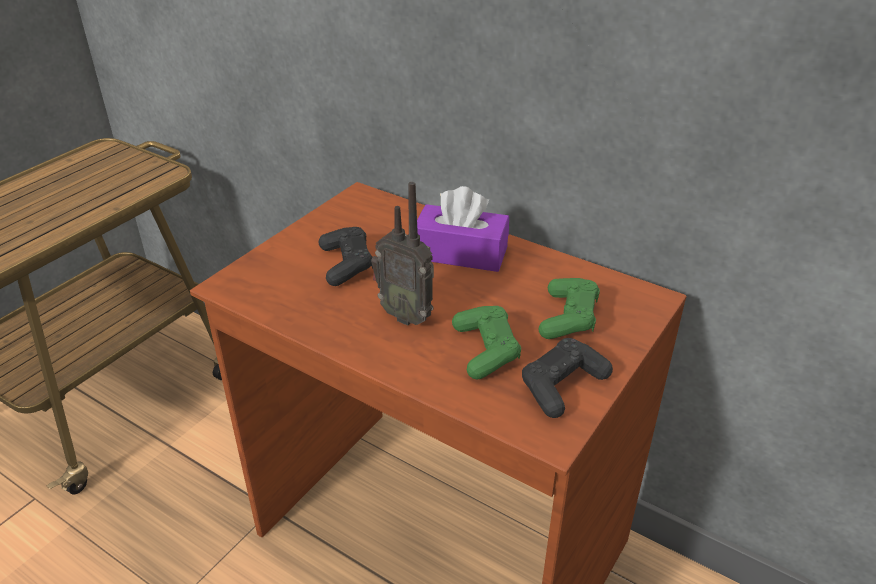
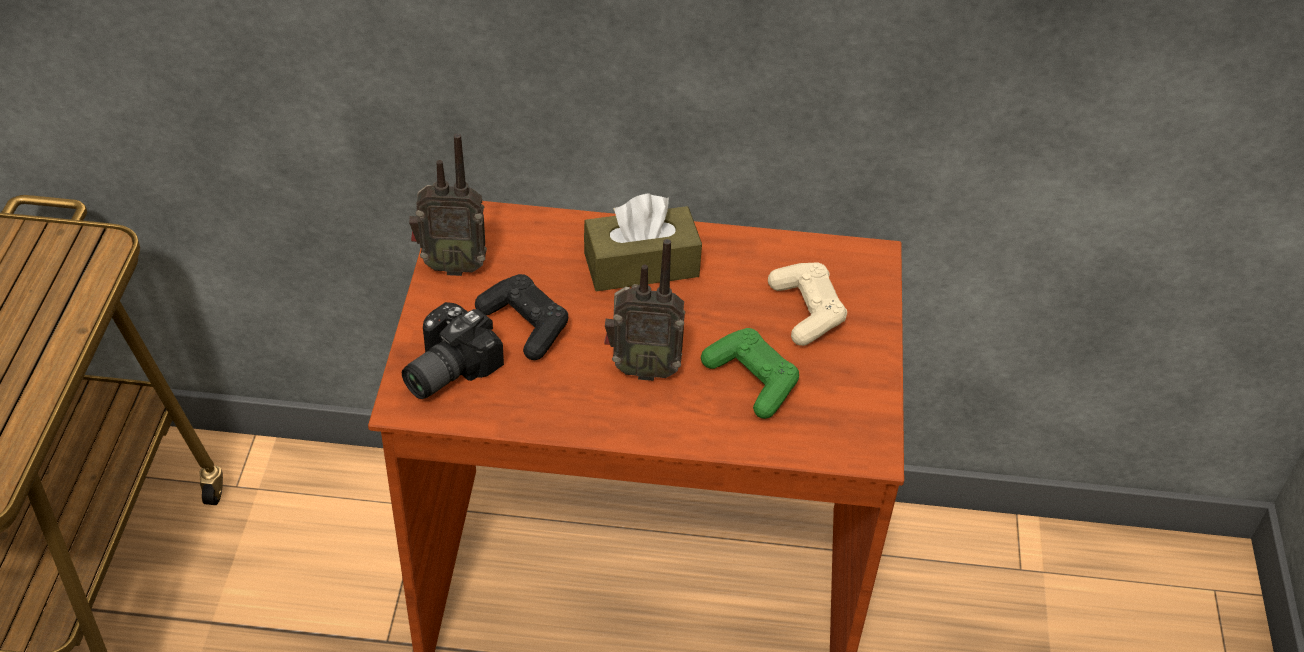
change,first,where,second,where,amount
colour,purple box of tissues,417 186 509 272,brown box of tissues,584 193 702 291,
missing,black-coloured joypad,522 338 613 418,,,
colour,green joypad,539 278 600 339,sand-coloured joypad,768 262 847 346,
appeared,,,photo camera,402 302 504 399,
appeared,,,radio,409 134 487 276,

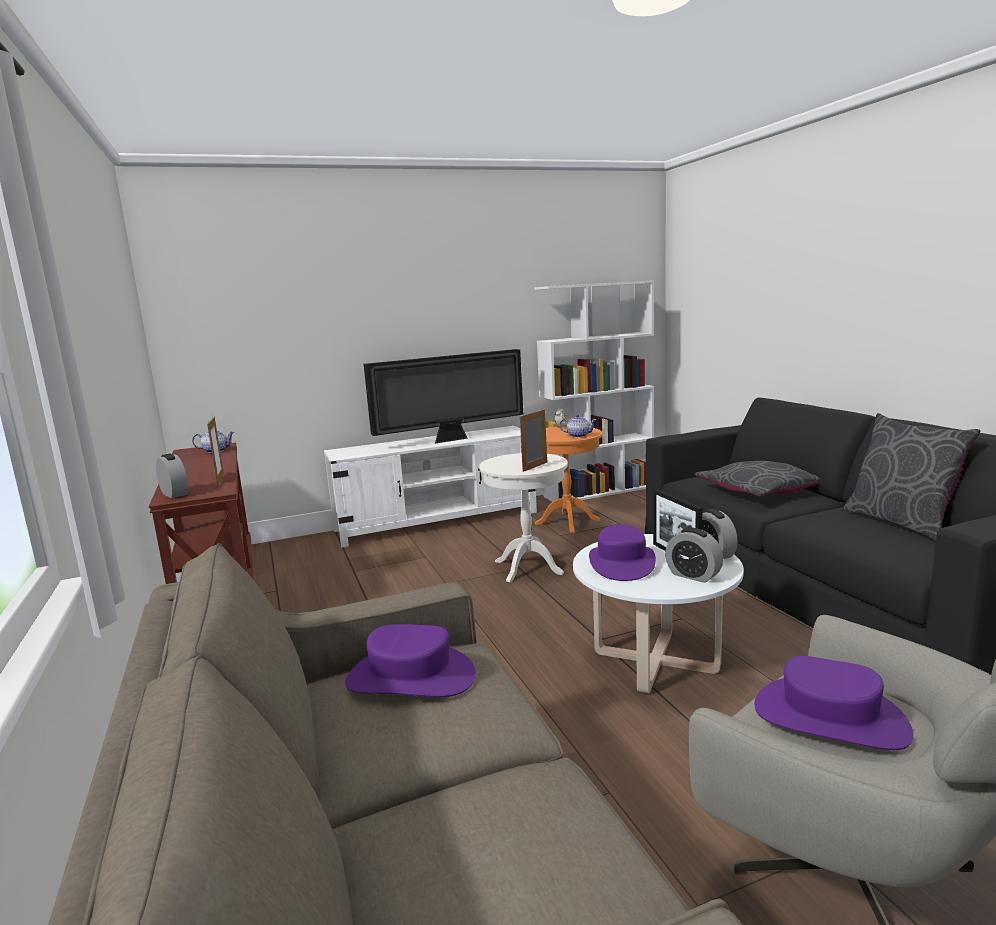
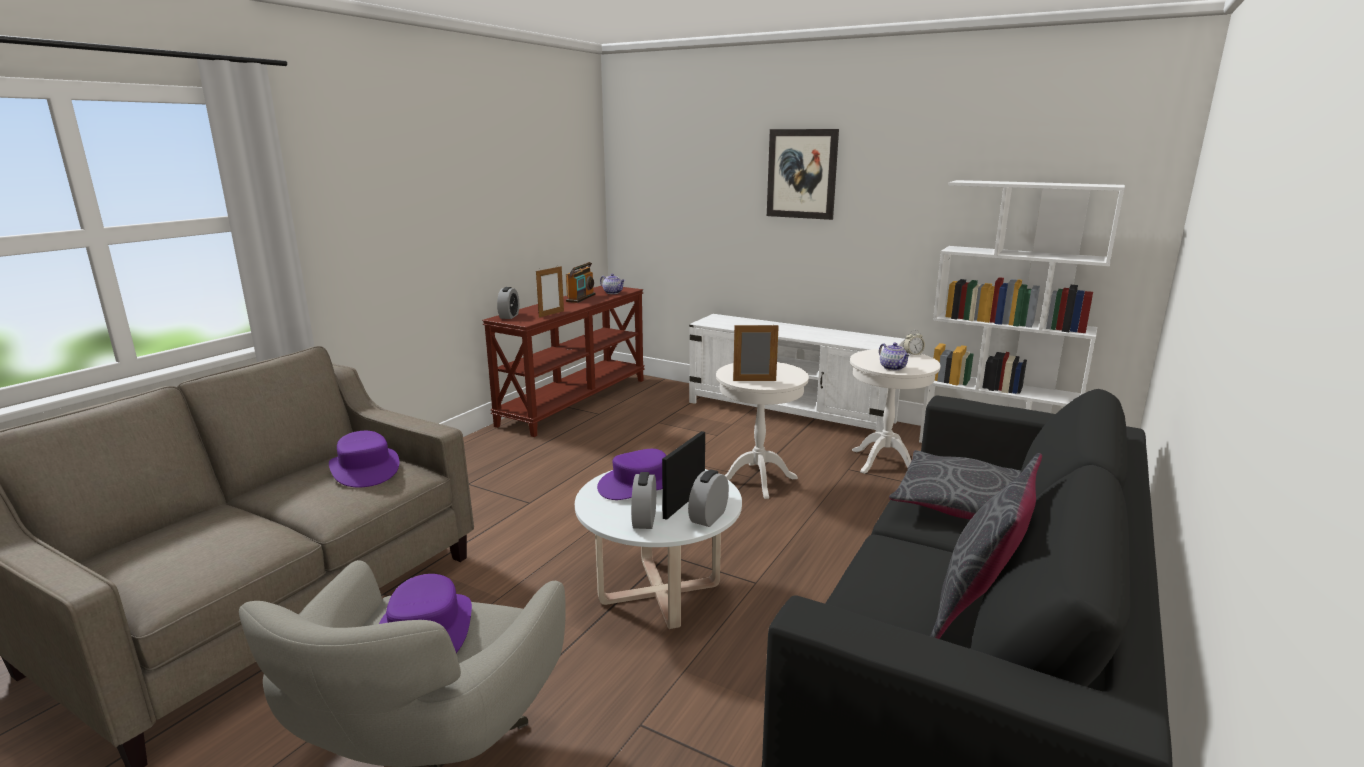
change,first,where,second,where,amount
missing,TV,364 349 523 444,,,
colour,orange-coloured end table,535 427 602 534,white-coloured end table,850 349 940 474,
appeared,,,radio,566 262 596 303,
appeared,,,picture,767 129 839 220,

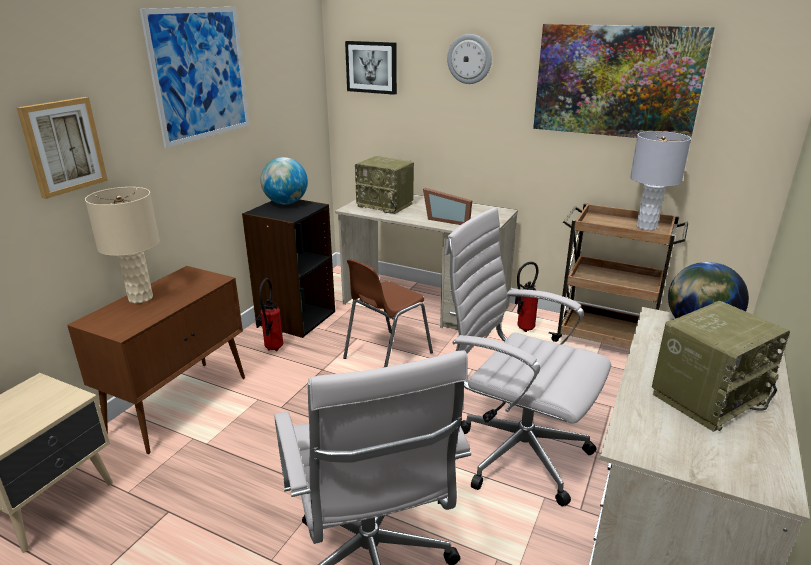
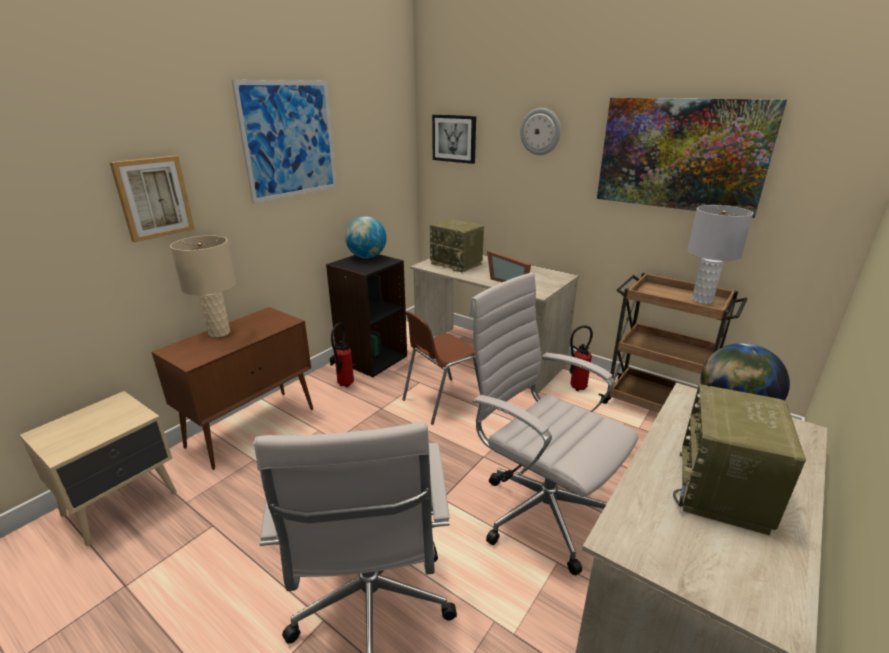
change,first,where,second,where,amount
spun,radio,652 301 790 432,,673 384 806 536,135 degrees clockwise

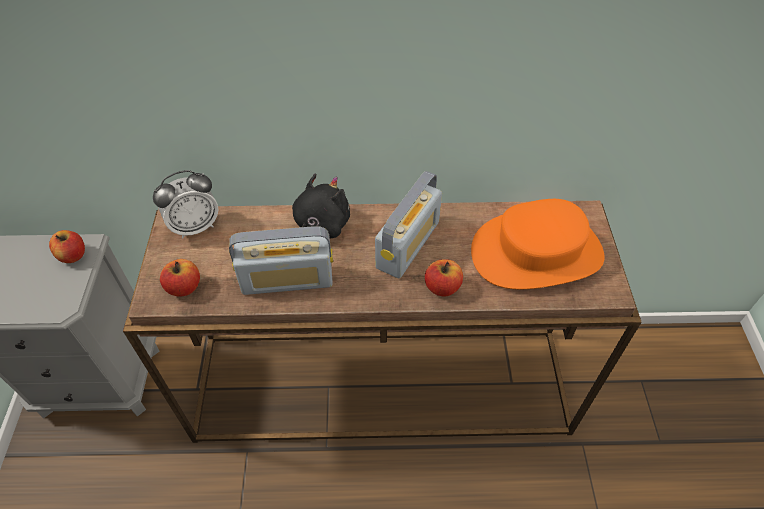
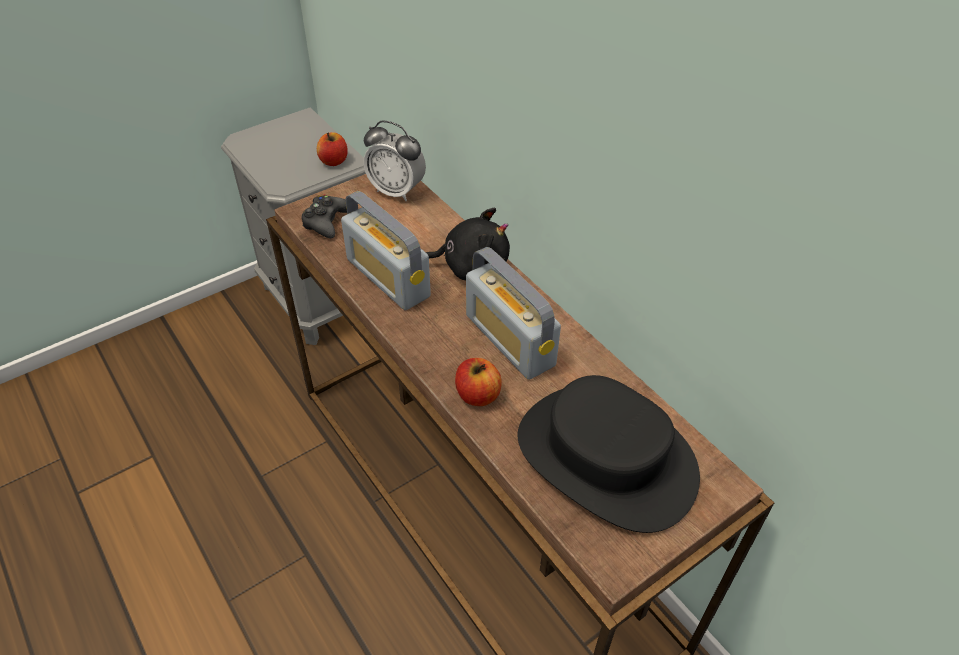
change,first,where,second,where,amount
exchanged,whole apple,160 259 200 297,black-coloured joypad,302 195 347 238,
spun,radio,375 171 442 278,,466 247 561 380,60 degrees clockwise
colour,orange-coloured hat,471 199 605 289,black-coloured hat,517 375 700 533,

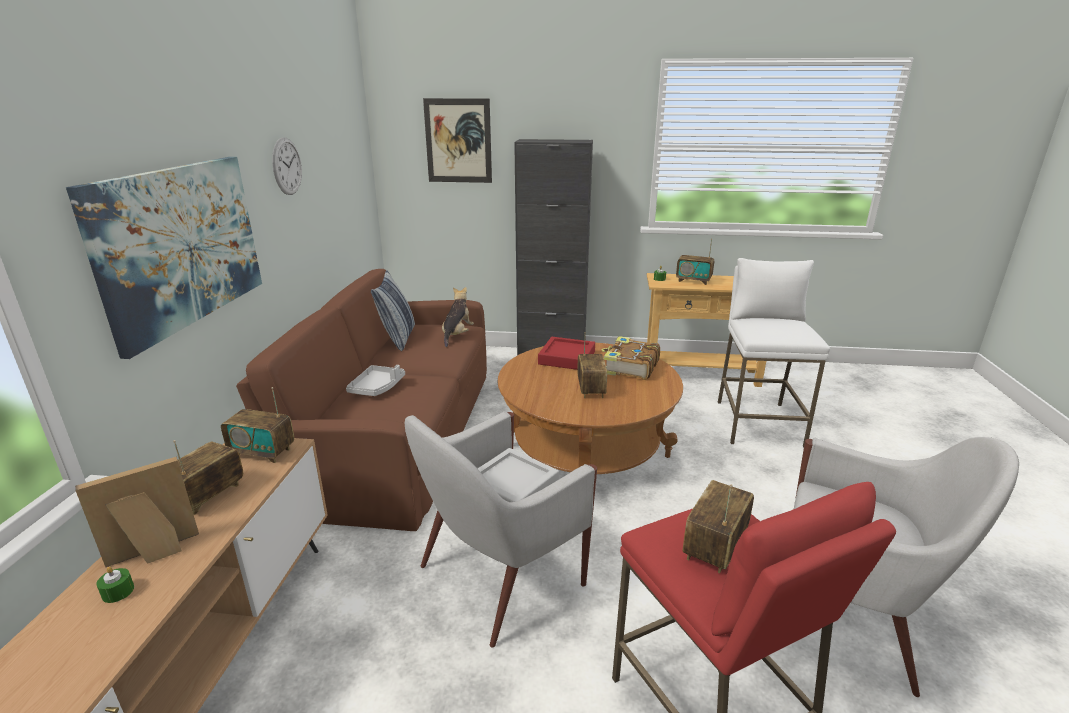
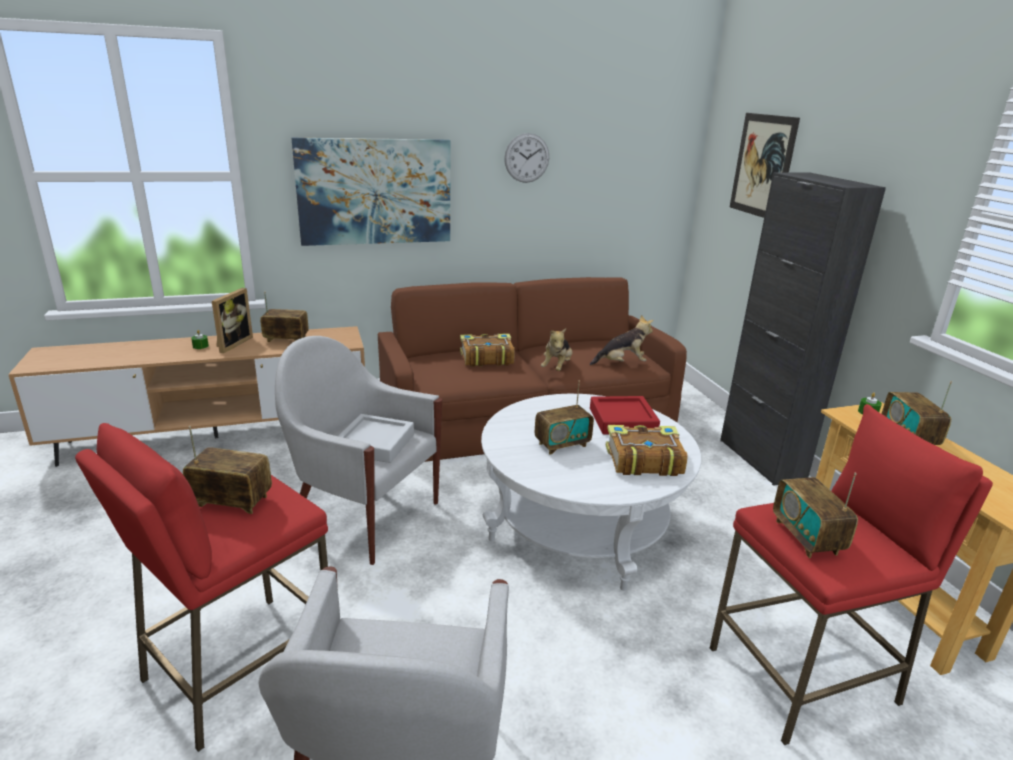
change,first,where,second,where,amount
spun,picture frame,75 457 199 567,,212 288 253 353,75 degrees clockwise
relocated,radio,221 387 294 463,,773 473 858 558,
exchanged,gray tray,346 365 405 396,book,460 333 515 367,
missing,cushion,371 270 415 351,,,
colour,brown low table,498 343 683 474,white-coloured low table,481 394 701 591,
colour,white-coloured stool,718 258 830 447,red-coloured stool,710 404 993 745,
appeared,,,cuddly toy,541 328 572 371,

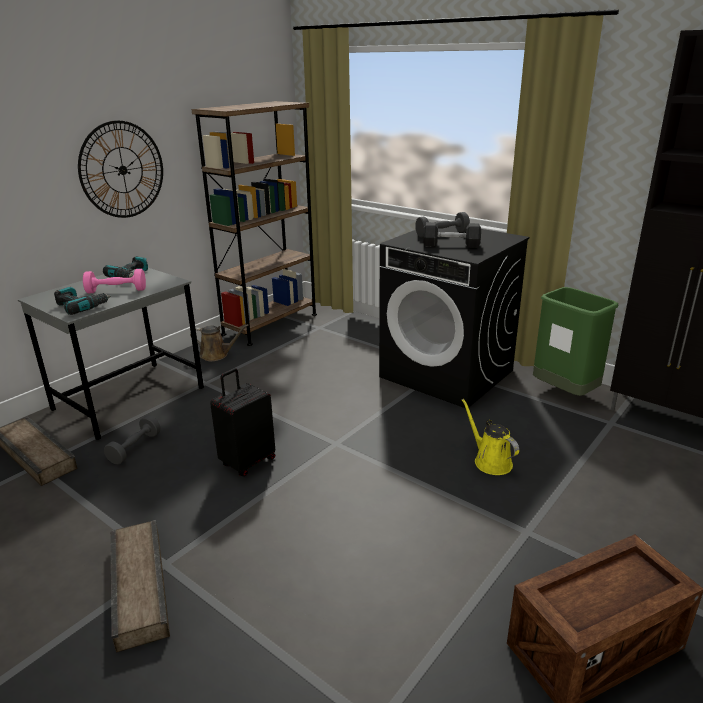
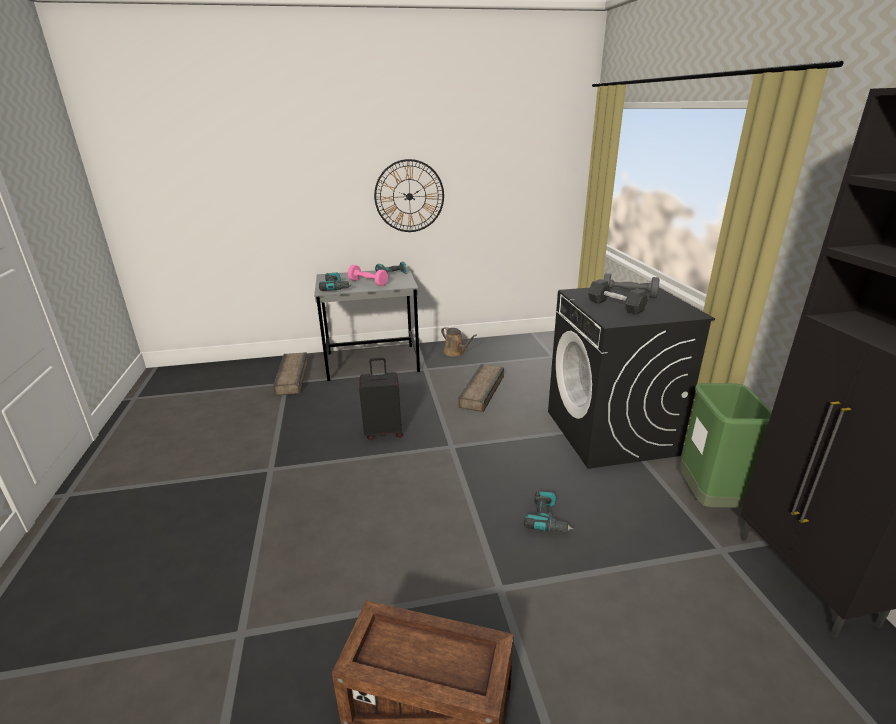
change,first,where,second,where,amount
missing,gray hand weight,104 415 160 464,,,
relocated,crate,110 520 170 653,,458 364 504 412,
missing,brown shelving unit,192 101 317 346,,,
exchanged,yellow sprinkling can,462 399 519 475,drill,524 491 573 533,

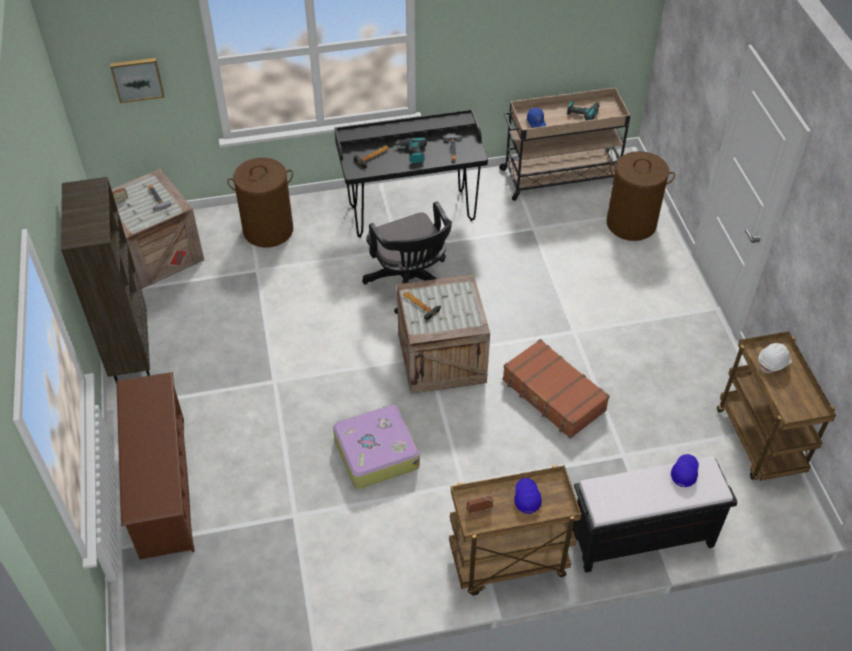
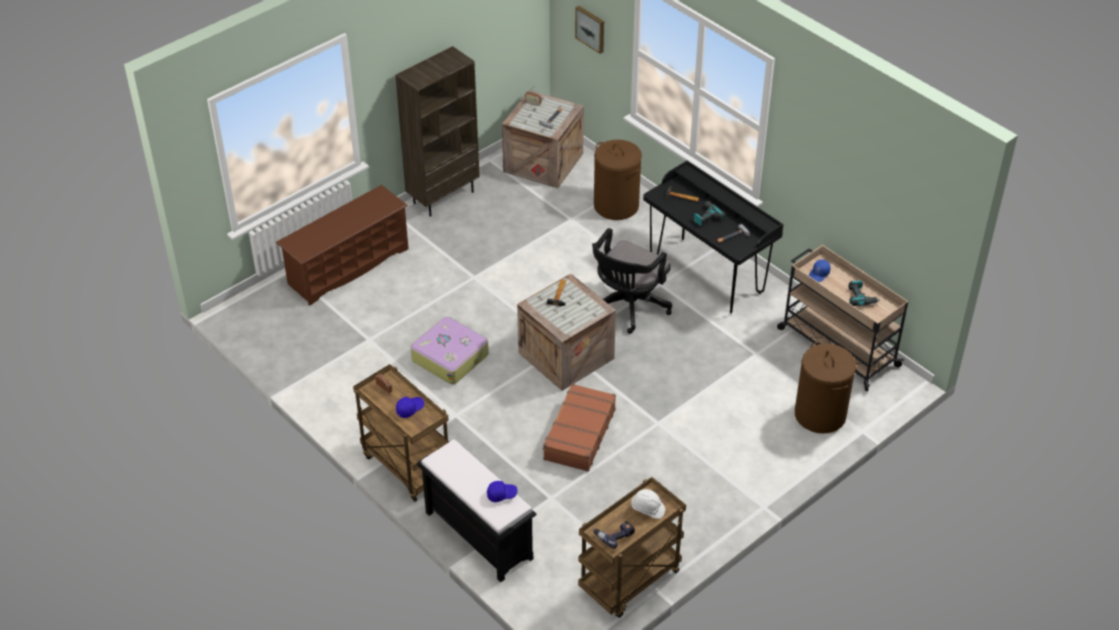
change,first,where,second,where,amount
appeared,,,drill,593 521 635 549,

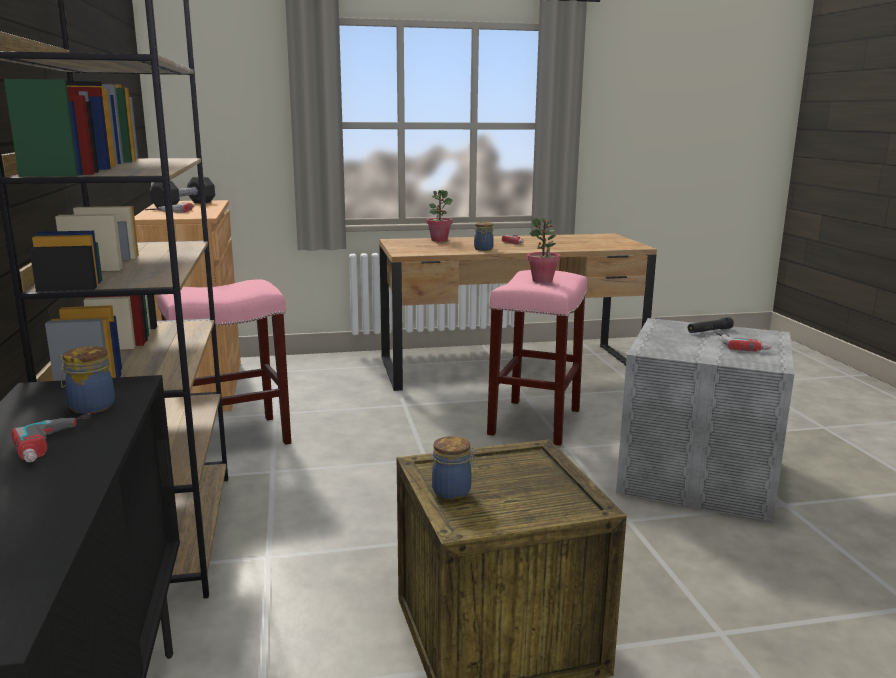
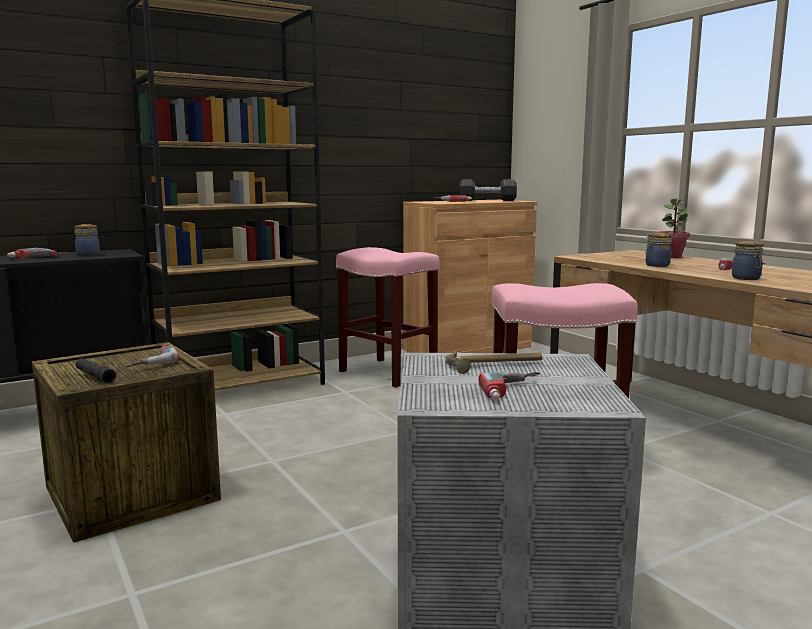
change,first,where,second,where,amount
relocated,storage jar,432 436 476 499,,732 241 763 280,
missing,houseplant,527 218 560 283,,,
relocated,black-coloured hand torch,688 317 734 333,,76 358 116 384,
appeared,,,drill,126 346 179 367,
appeared,,,tool hammer,446 351 542 374,

